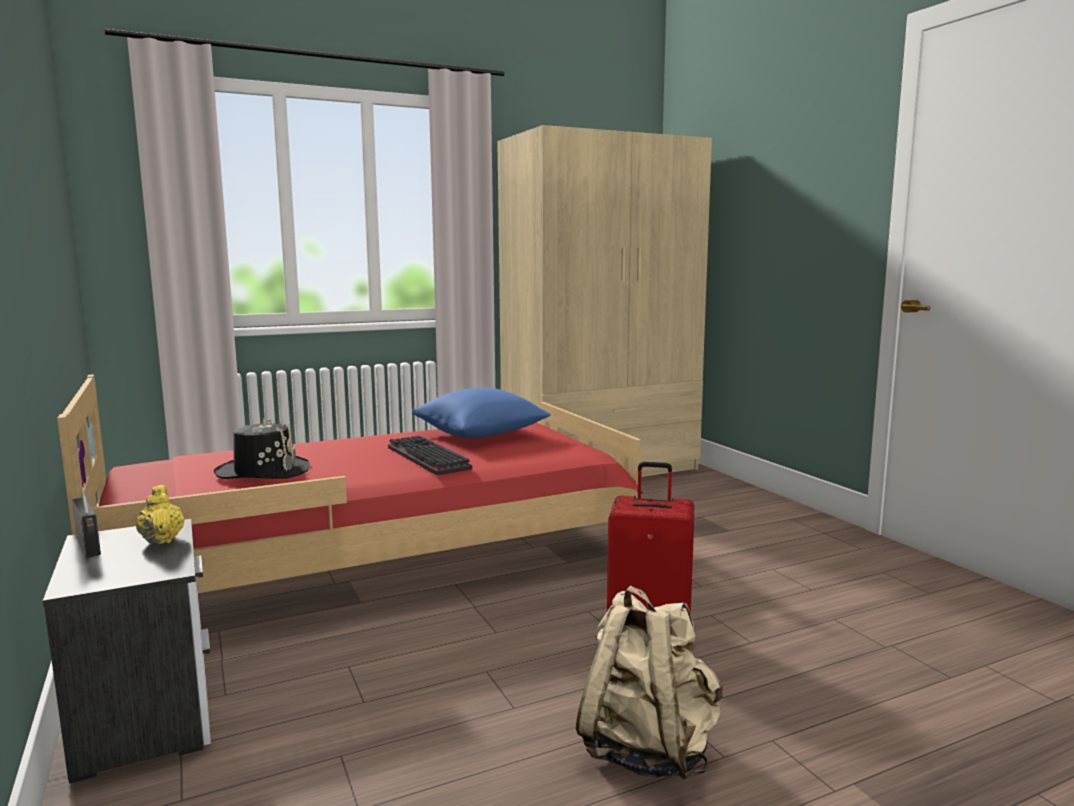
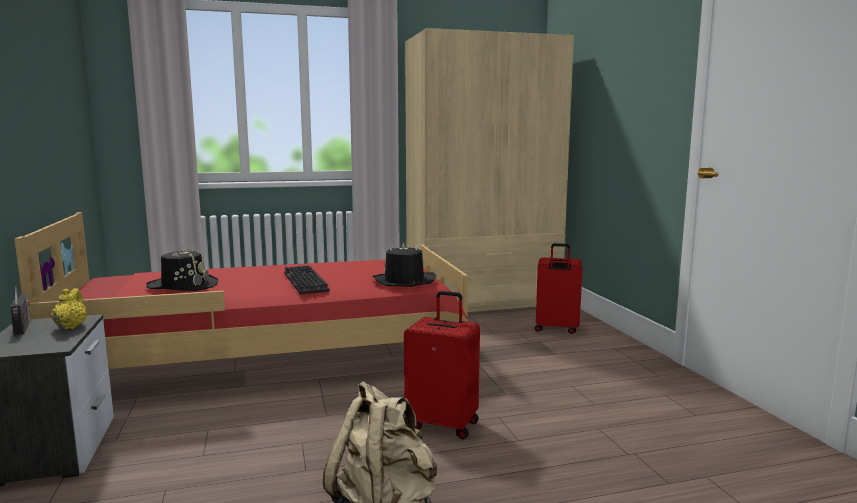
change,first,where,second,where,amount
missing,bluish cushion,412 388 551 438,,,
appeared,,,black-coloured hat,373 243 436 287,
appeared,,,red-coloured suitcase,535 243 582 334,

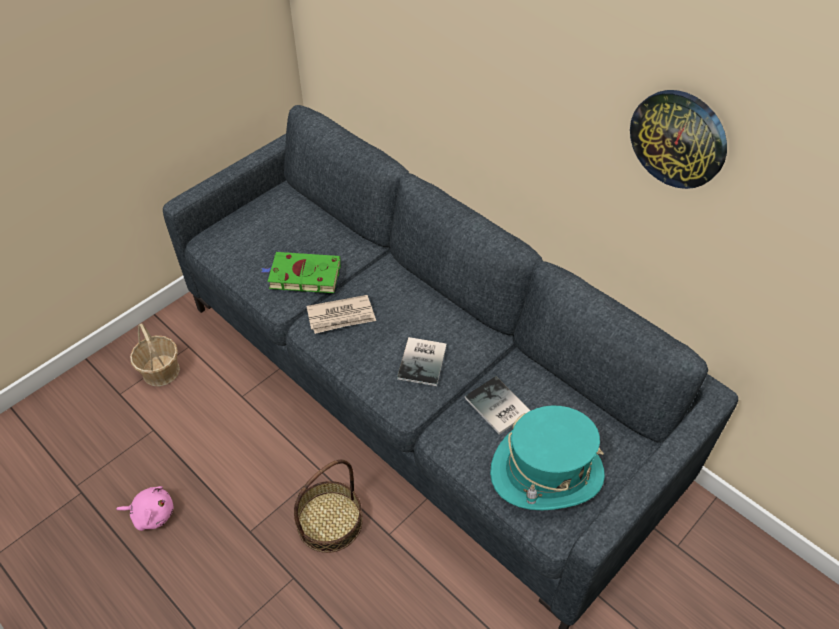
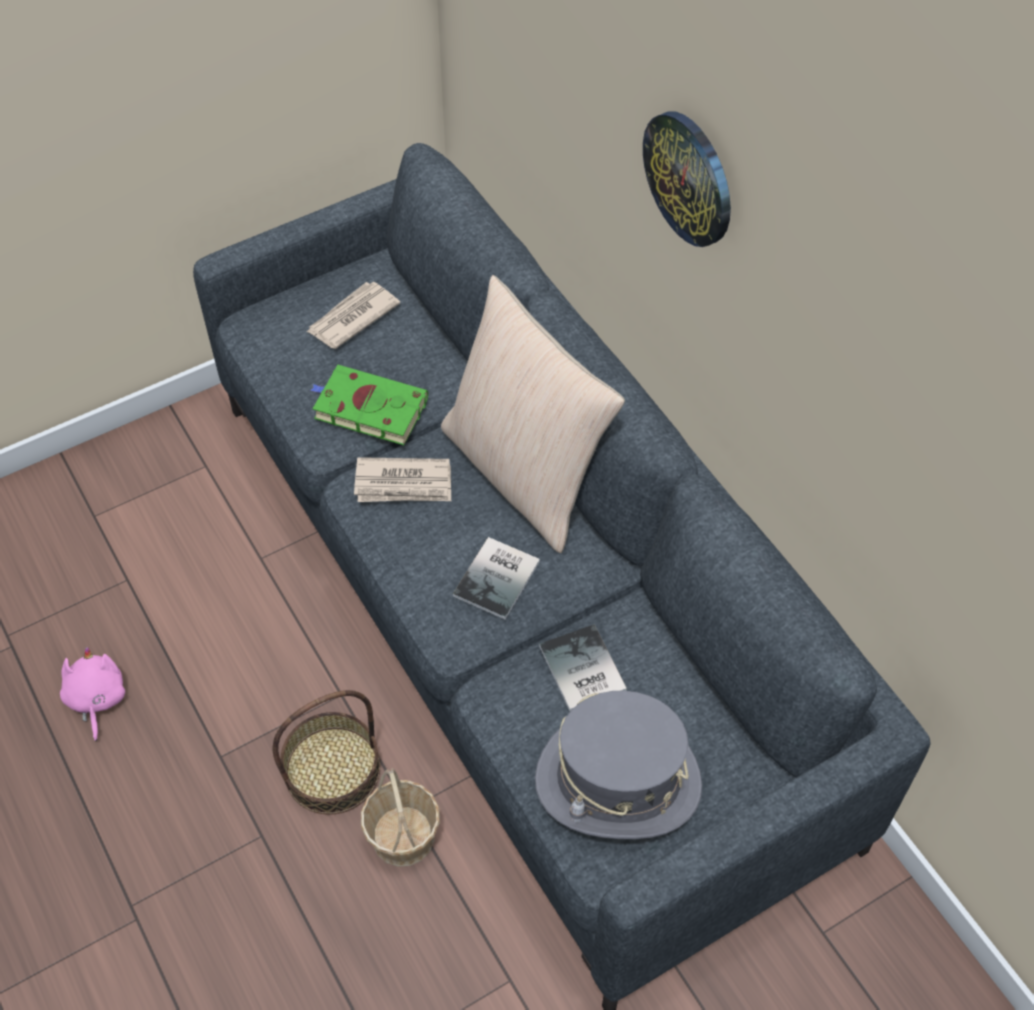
change,first,where,second,where,amount
spun,pink cuddly toy,116 486 173 531,,60 647 125 741,120 degrees counterclockwise
relocated,household basket,130 324 180 386,,361 768 440 867,
colour,blue-green hat,490 405 605 510,gray hat,535 691 702 839,
relocated,wall clock,630 90 727 189,,643 111 731 247,
appeared,,,printed paper,307 282 400 349,
appeared,,,sand-coloured cushion,441 275 625 553,

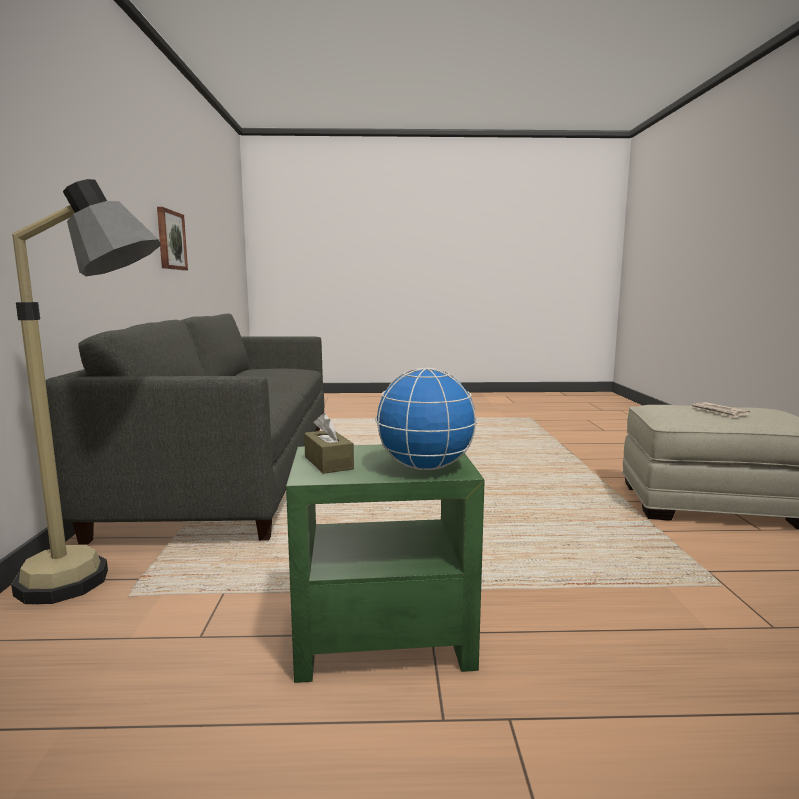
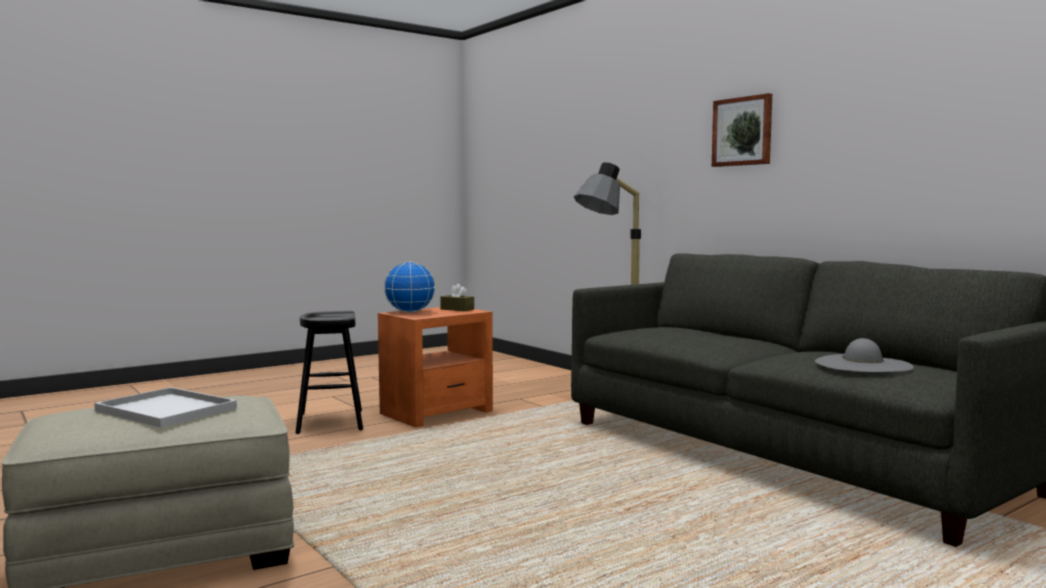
change,first,where,second,where,amount
relocated,picture,157 207 188 270,,712 93 772 167,
colour,green end table,286 444 485 683,orange-coloured end table,378 307 493 427,
exchanged,printed paper,692 402 750 418,white-coloured tray,94 387 237 428,
appeared,,,black-coloured stool,295 311 363 434,
appeared,,,gray hat,815 338 914 372,

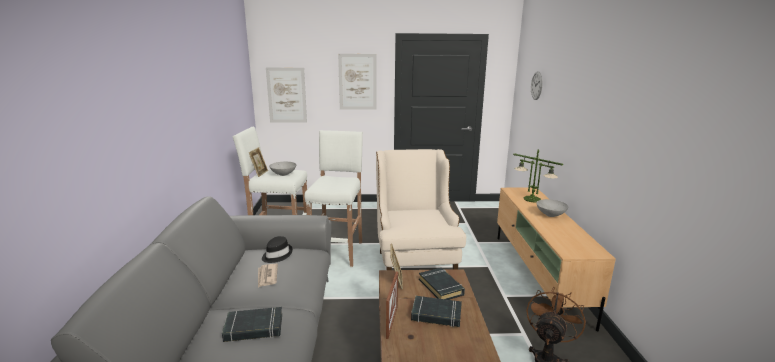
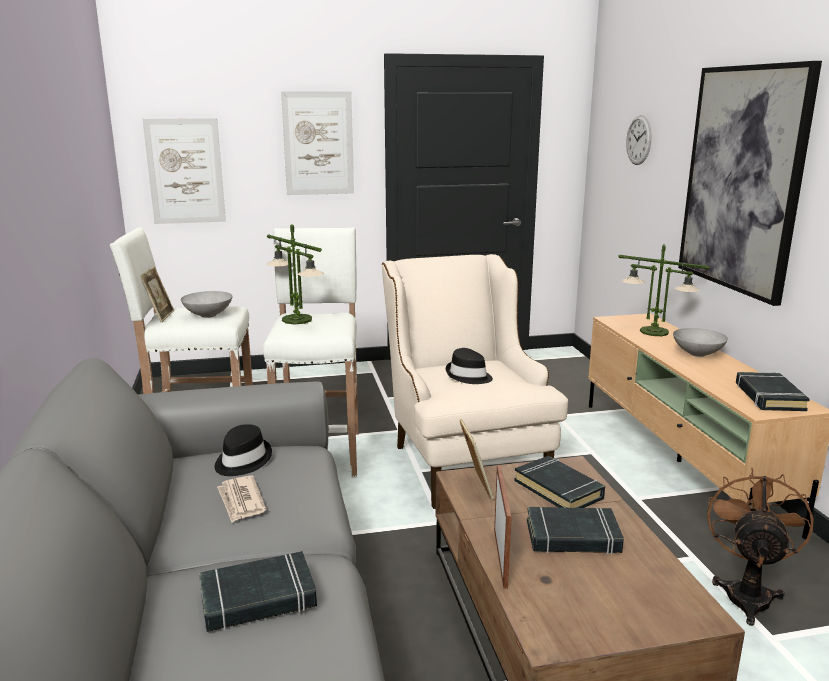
change,first,where,second,where,amount
appeared,,,table lamp,267 225 324 325,
appeared,,,black-coloured hat,446 348 493 384,
appeared,,,picture,678 61 822 306,
appeared,,,black-coloured book,736 372 810 411,

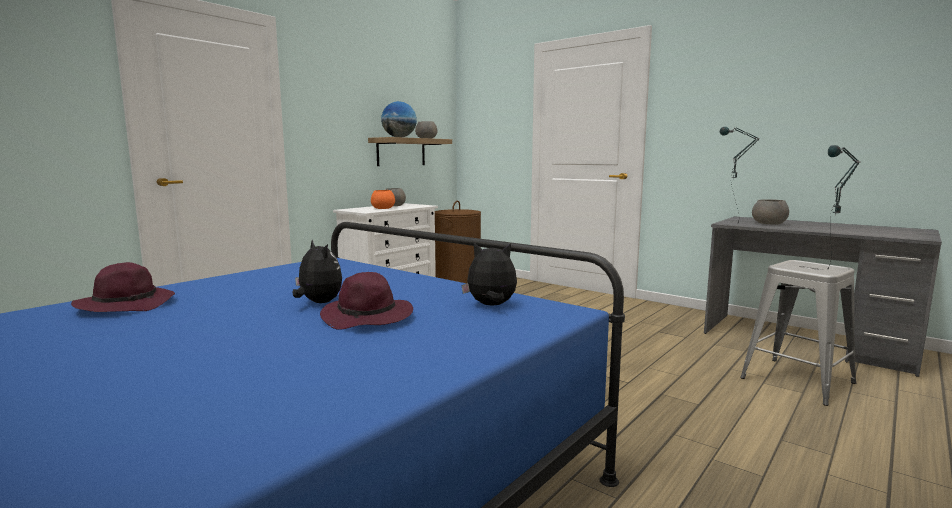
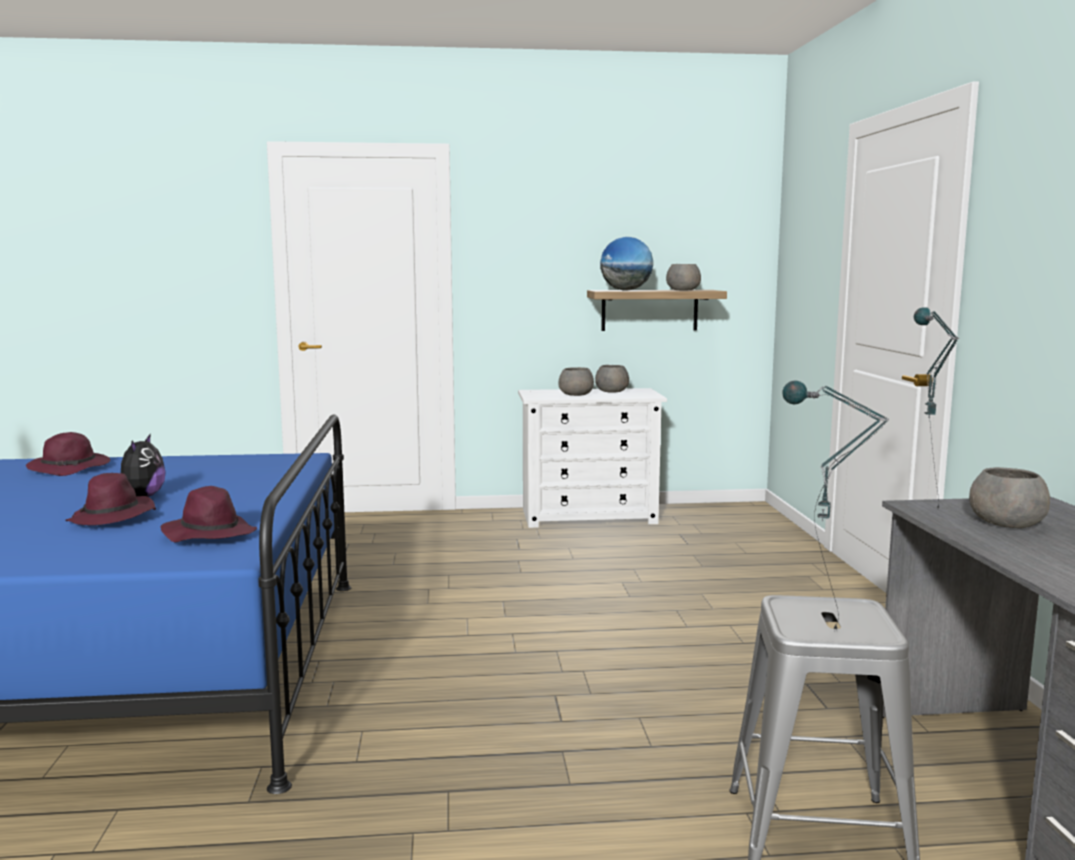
change,first,where,second,where,amount
colour,orange-coloured deep dish,371 190 395 209,gray deep dish,559 367 594 396,
missing,brown laundry basket,435 201 481 283,,,
exchanged,cuddly toy,461 243 517 305,purple hat,161 486 257 542,

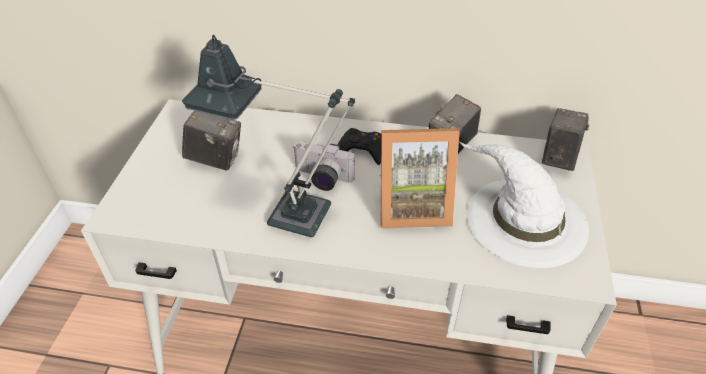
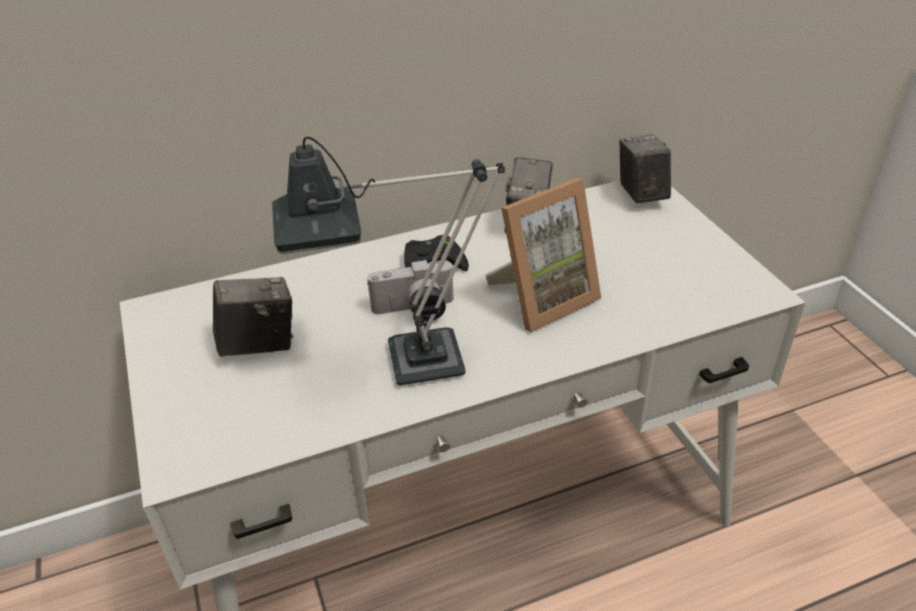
change,first,where,second,where,amount
missing,white-coloured hat,459 141 589 268,,,

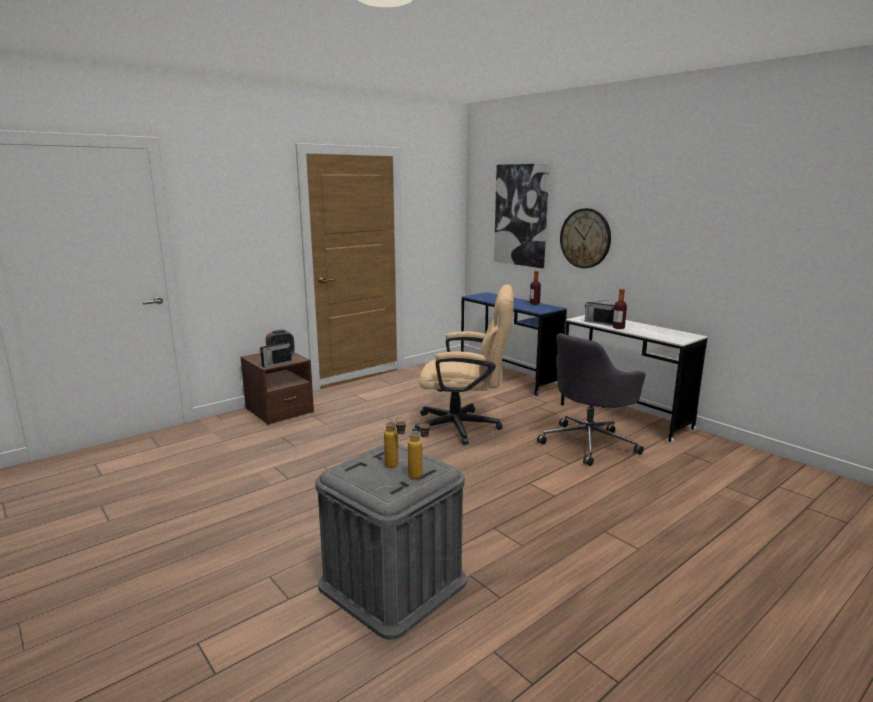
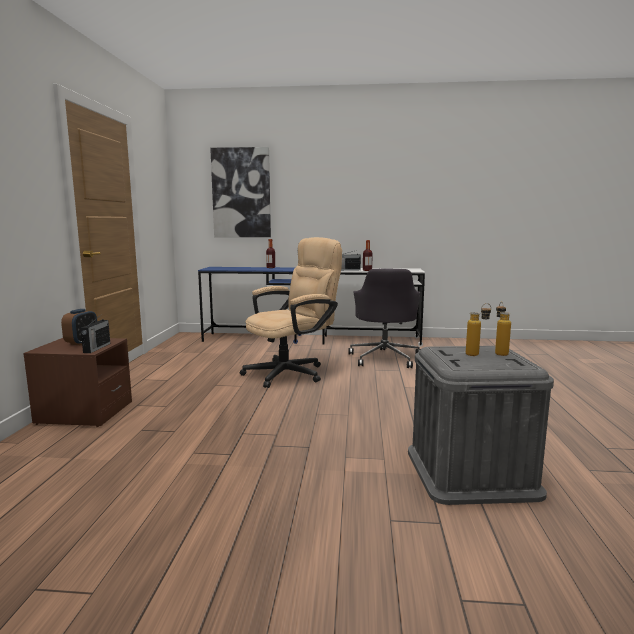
change,first,where,second,where,amount
missing,wall clock,560 208 611 268,,,

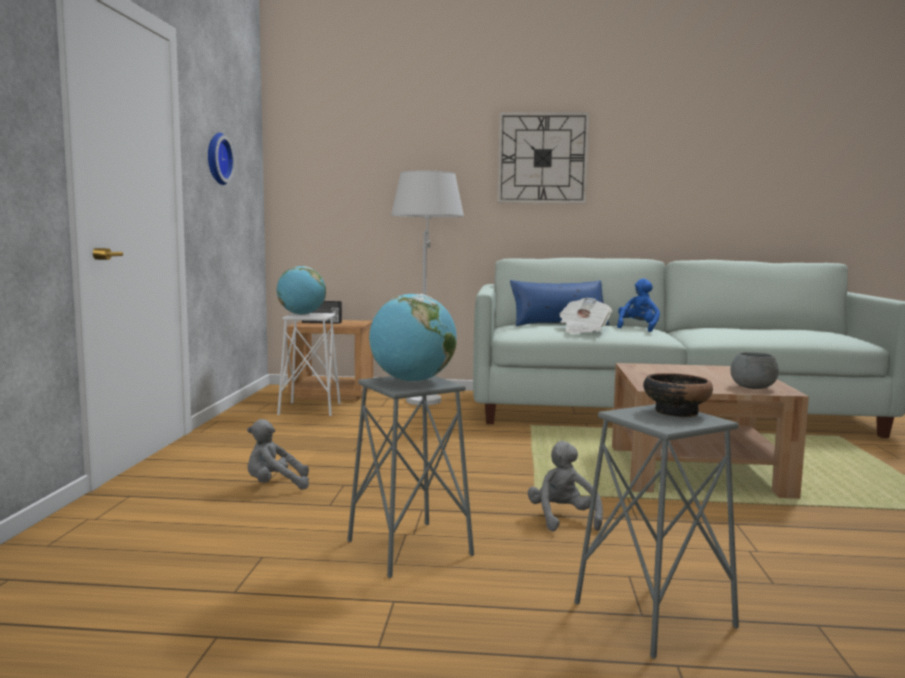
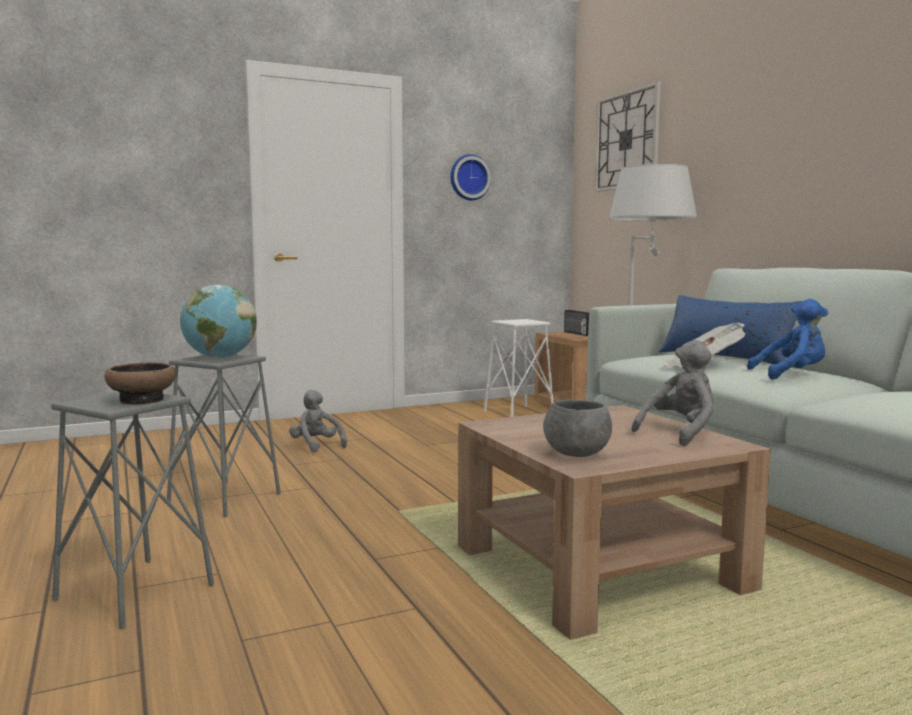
change,first,where,second,where,amount
missing,world globe,276 266 326 315,,,
relocated,wall clock,497 112 590 204,,595 81 661 192,
relocated,gray cuddly toy,527 441 603 532,,631 340 714 446,

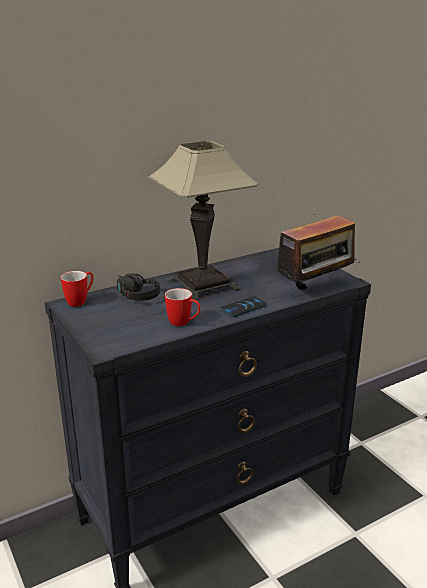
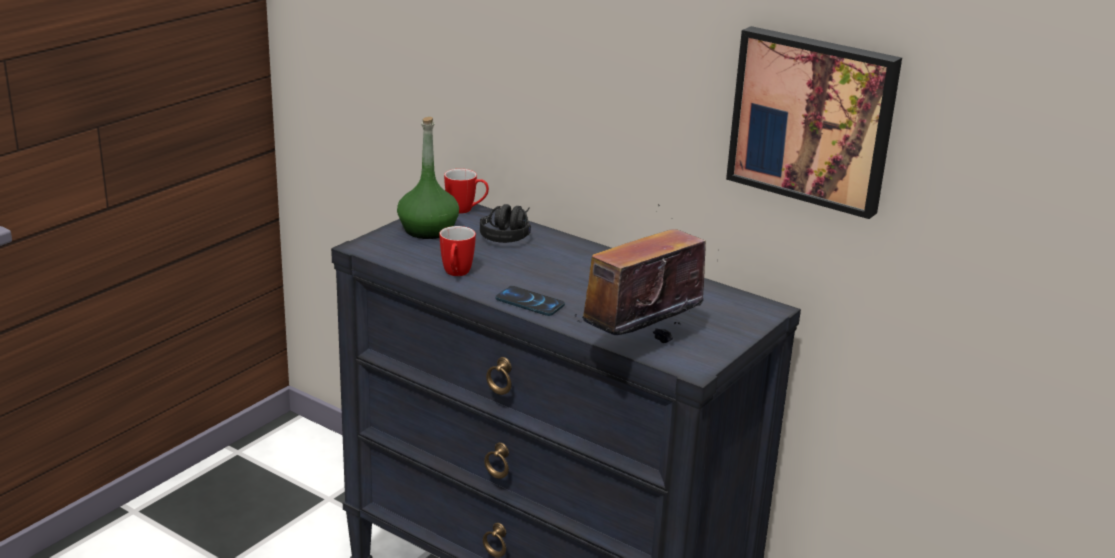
change,first,where,second,where,amount
missing,table lamp,148 141 258 300,,,
spun,radio,277 208 360 291,,574 204 718 343,105 degrees clockwise
appeared,,,green beverage bottle,397 117 459 239,
appeared,,,picture,726 26 902 219,

